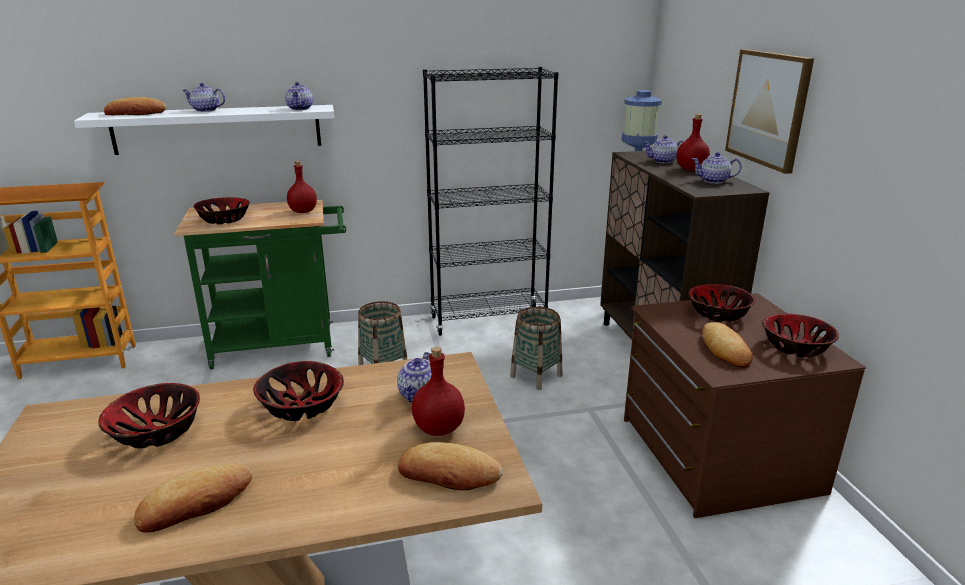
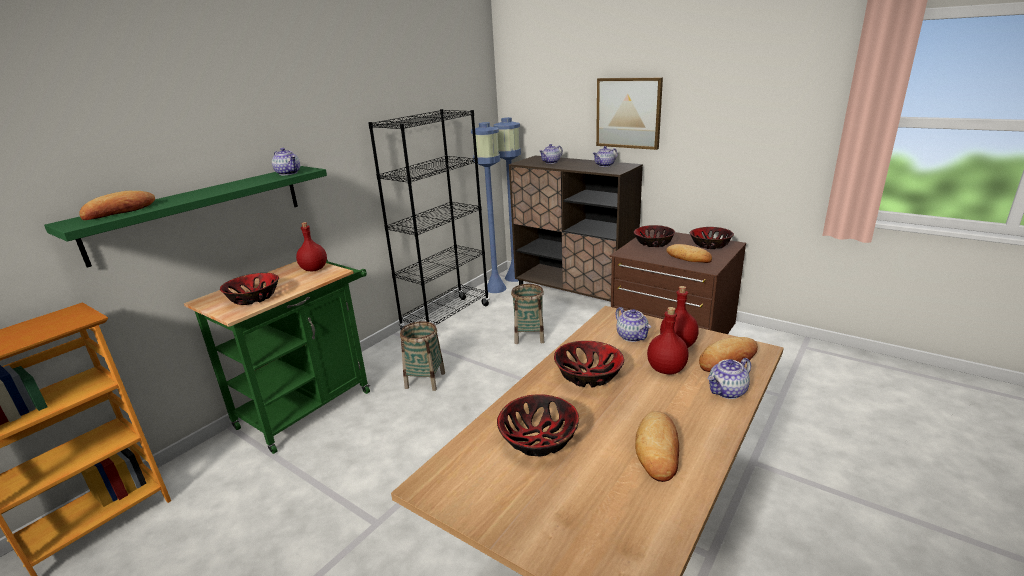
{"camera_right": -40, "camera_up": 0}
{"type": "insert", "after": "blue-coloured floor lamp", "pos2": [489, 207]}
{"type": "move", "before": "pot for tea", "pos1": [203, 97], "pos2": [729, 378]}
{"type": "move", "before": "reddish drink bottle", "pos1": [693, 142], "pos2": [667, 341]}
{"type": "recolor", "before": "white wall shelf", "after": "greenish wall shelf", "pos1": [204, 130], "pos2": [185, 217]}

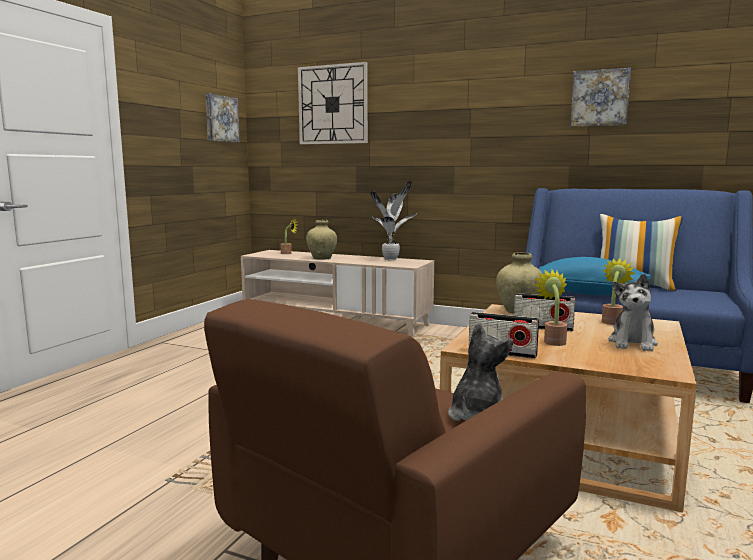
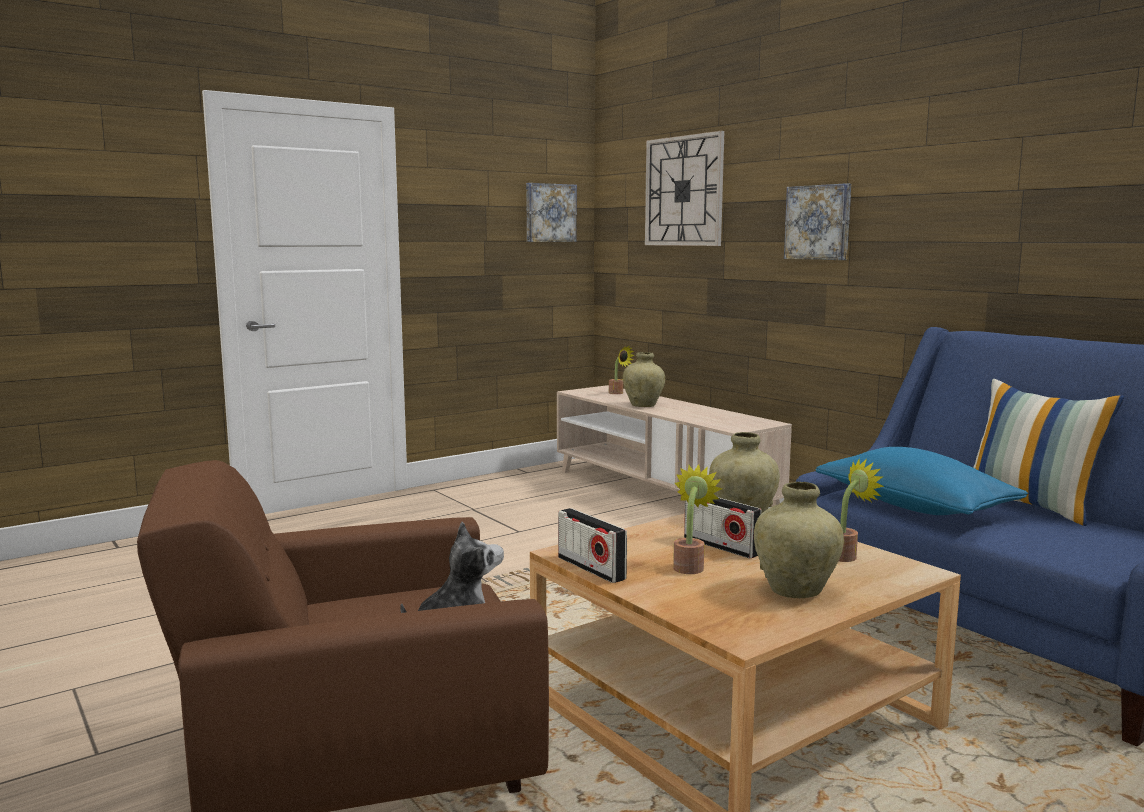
{"camera_right": 30, "camera_up": 0}
{"type": "delete", "before": "potted plant", "pos1": [393, 220]}
{"type": "move", "before": "wall picture", "pos1": [600, 97], "pos2": [817, 221]}
{"type": "replace", "before": "cuddly toy", "after": "beige vase", "pos1": [633, 313], "pos2": [799, 540]}

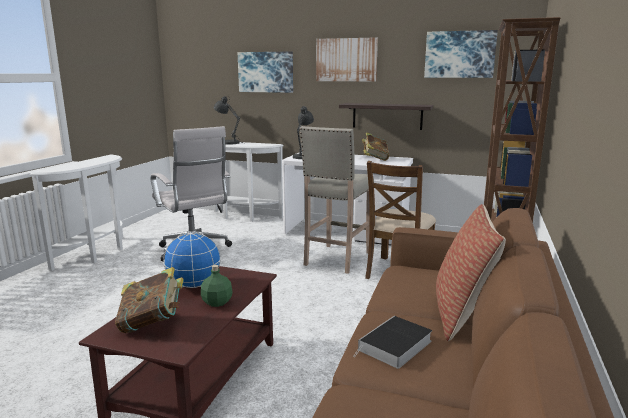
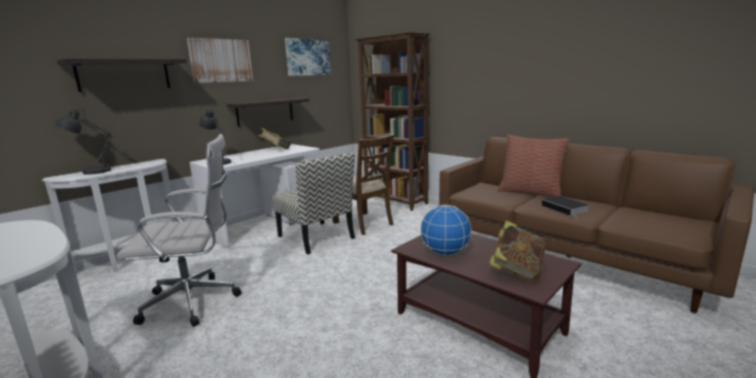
{"camera_right": -65, "camera_up": 0}
{"type": "delete", "before": "greenish drink bottle", "pos1": [217, 286]}
{"type": "replace", "before": "wall picture", "after": "wall shelf", "pos1": [265, 72], "pos2": [122, 75]}
{"type": "replace", "before": "beige sitting stool", "after": "chair", "pos1": [337, 200], "pos2": [313, 204]}

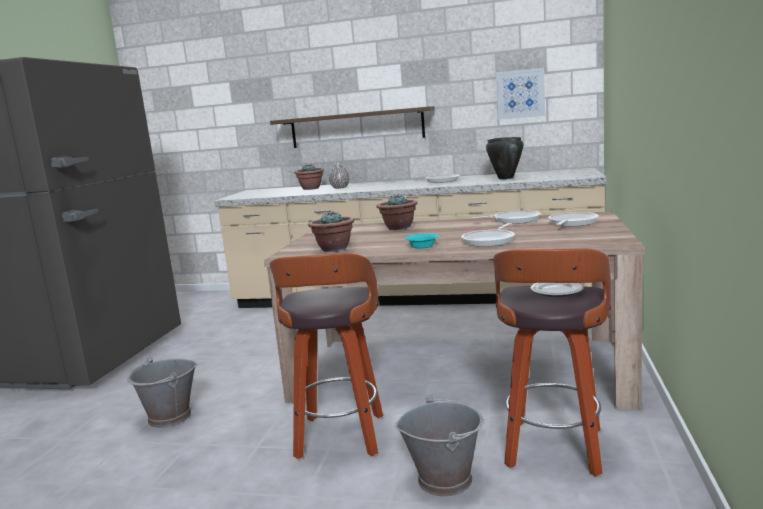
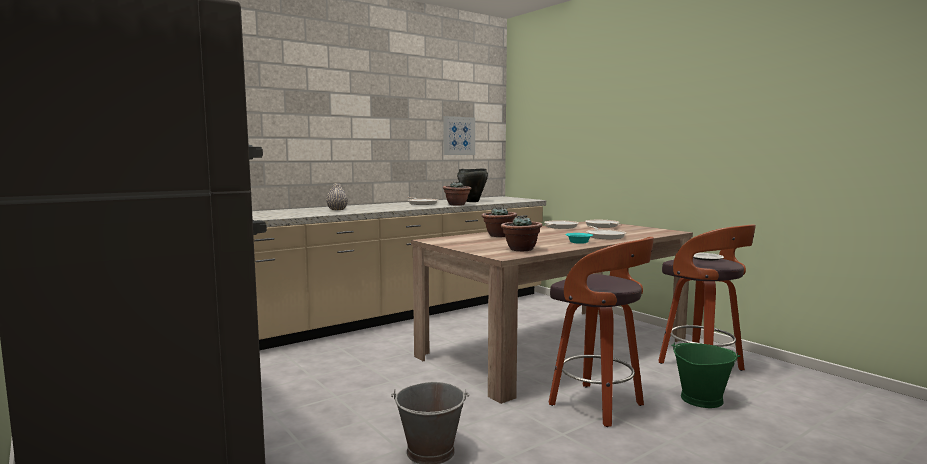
{"camera_right": -50, "camera_up": -5}
{"type": "delete", "before": "wall shelf", "pos1": [352, 127]}
{"type": "move", "before": "potted plant", "pos1": [309, 177], "pos2": [457, 194]}
{"type": "recolor", "before": "grey pail", "after": "greenish pail", "pos1": [439, 446], "pos2": [705, 375]}

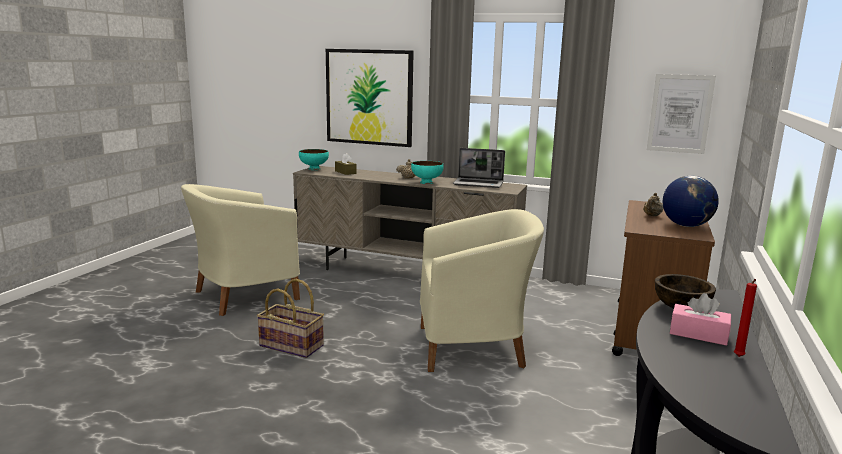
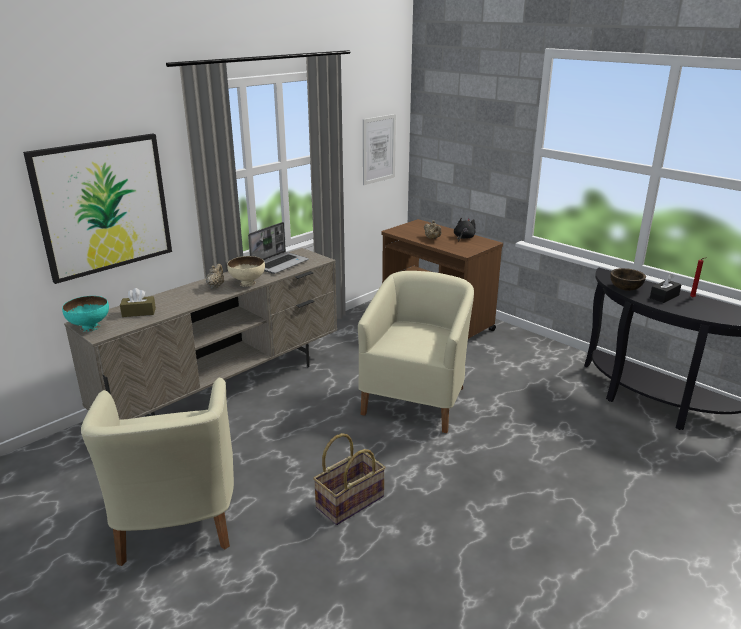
{"camera_right": -65, "camera_up": 10}
{"type": "replace", "before": "desk globe", "after": "blackish cuddly toy", "pos1": [691, 201], "pos2": [465, 229]}
{"type": "recolor", "before": "blue-green bowl", "after": "beige bowl", "pos1": [427, 172], "pos2": [246, 271]}
{"type": "recolor", "before": "pink tissue box", "after": "blackish tissue box", "pos1": [700, 319], "pos2": [666, 288]}

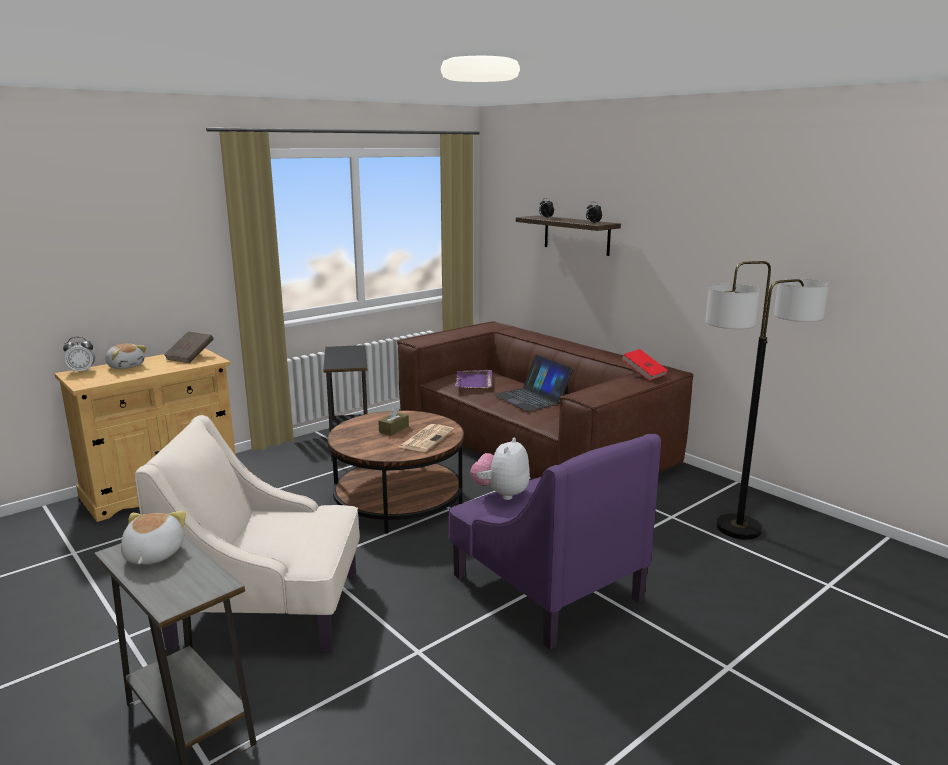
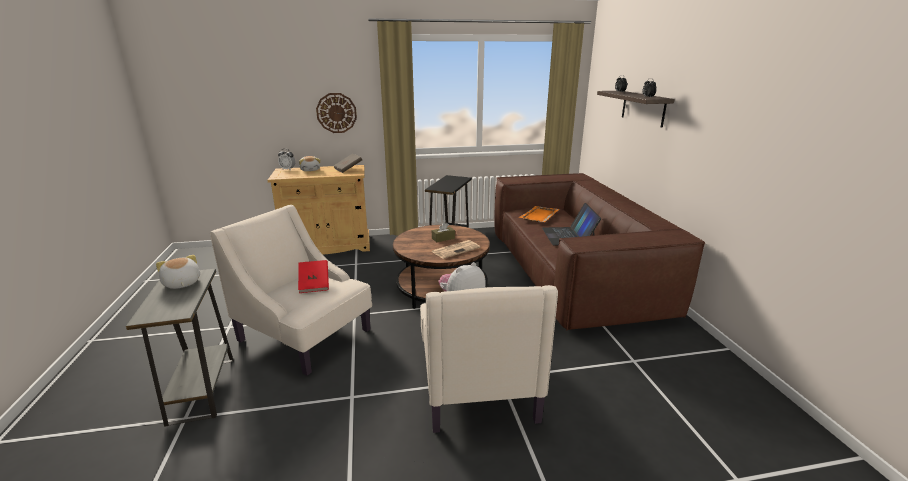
{"camera_right": 30, "camera_up": 5}
{"type": "delete", "before": "floor lamp", "pos1": [767, 400]}
{"type": "insert", "after": "wall clock", "pos2": [336, 113]}
{"type": "move", "before": "reddish bound book", "pos1": [644, 365], "pos2": [313, 276]}
{"type": "recolor", "before": "purple easy chair", "after": "beige easy chair", "pos1": [554, 542], "pos2": [489, 359]}
{"type": "recolor", "before": "purple carrying tray", "after": "orange-coloured carrying tray", "pos1": [473, 379], "pos2": [539, 214]}
{"type": "rotate", "before": "cuddly toy", "pos1": [153, 538], "pos2": [178, 272], "turn": -60}

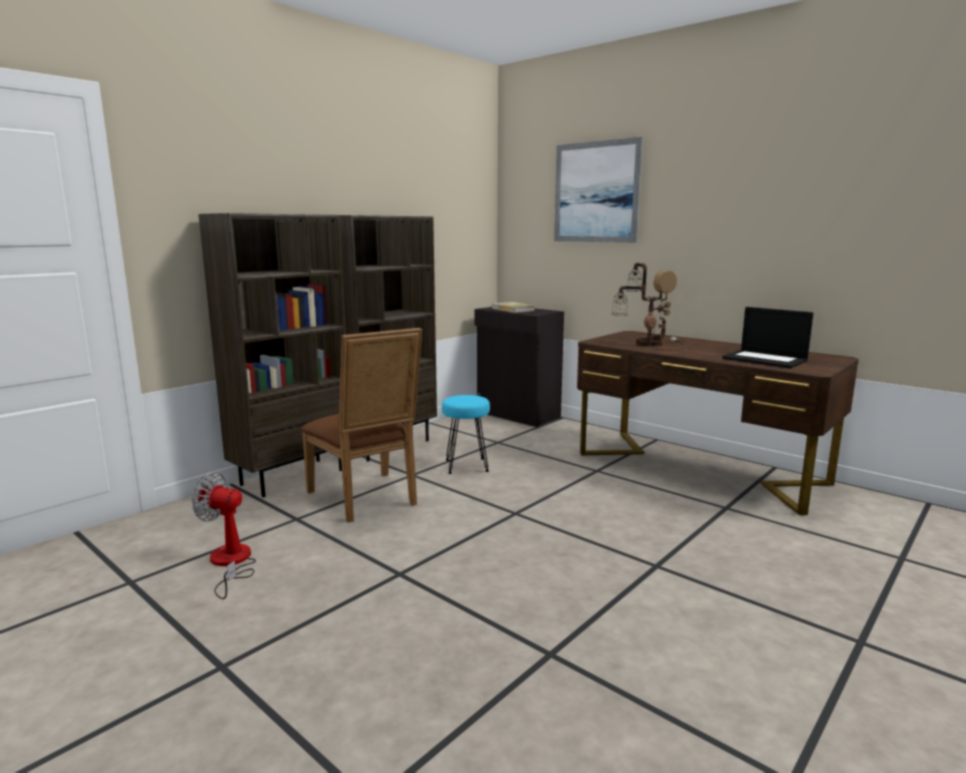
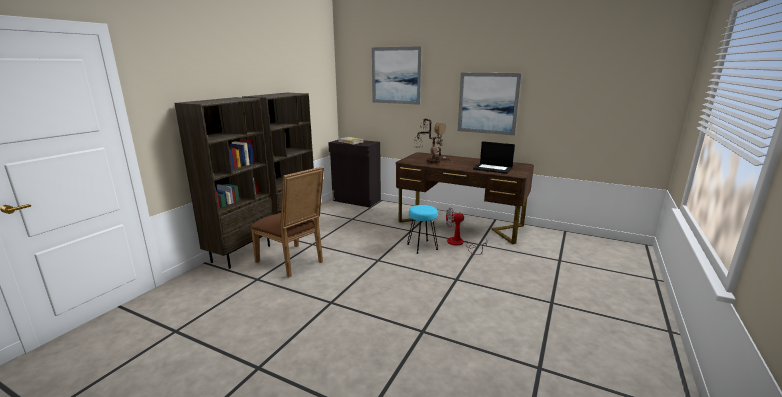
{"camera_right": -15, "camera_up": 5}
{"type": "insert", "after": "wall picture", "pos2": [490, 104]}
{"type": "move", "before": "fan", "pos1": [223, 535], "pos2": [466, 231]}
{"type": "move", "before": "blue-green sitting stool", "pos1": [466, 434], "pos2": [422, 229]}

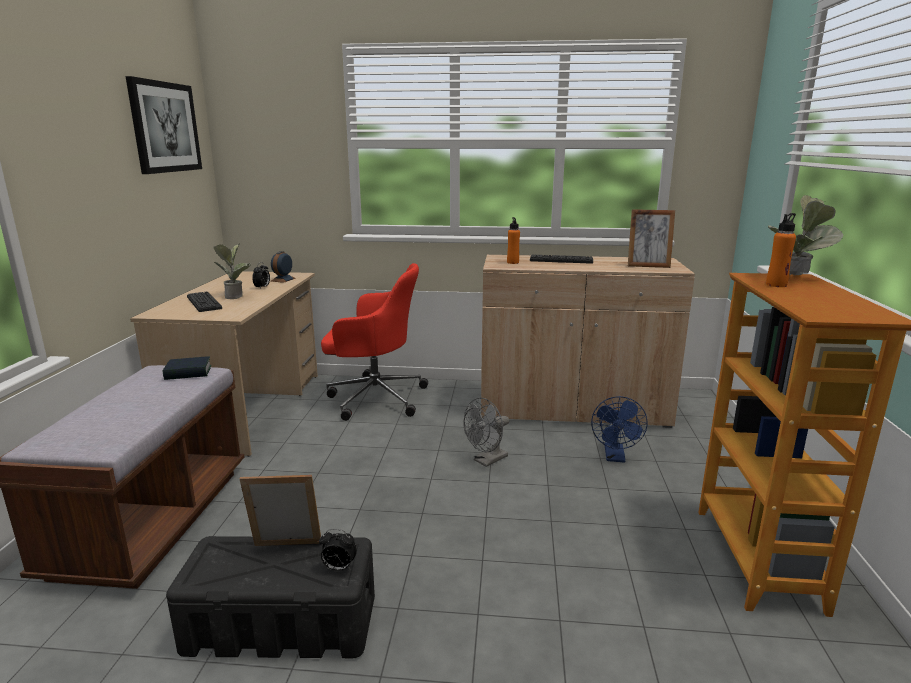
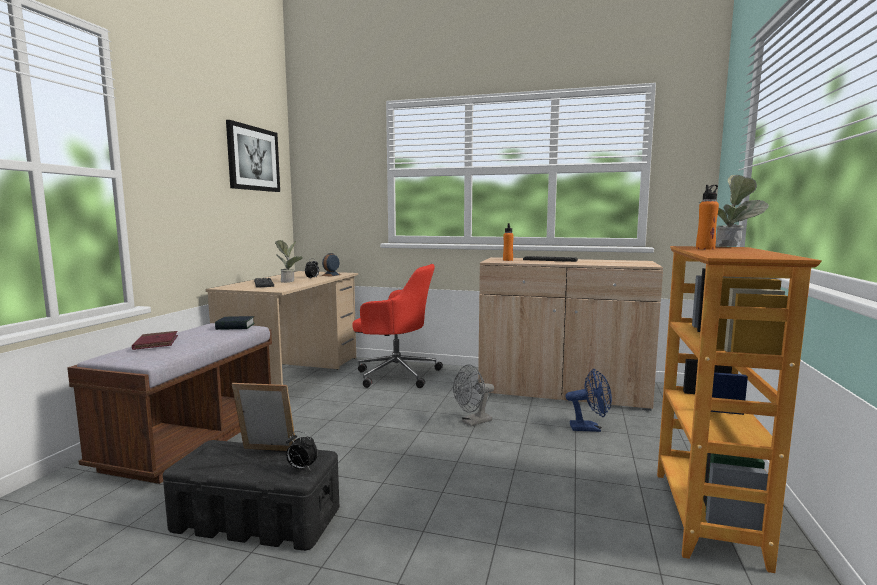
{"camera_right": 10, "camera_up": -10}
{"type": "delete", "before": "standing frame", "pos1": [651, 238]}
{"type": "insert", "after": "reddish bound book", "pos2": [155, 340]}
{"type": "rotate", "before": "blue-coloured fan", "pos1": [619, 429], "pos2": [588, 400], "turn": -105}

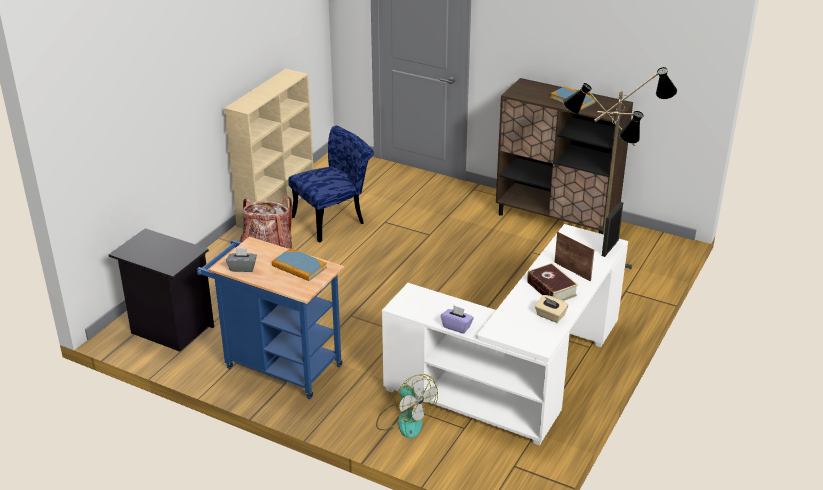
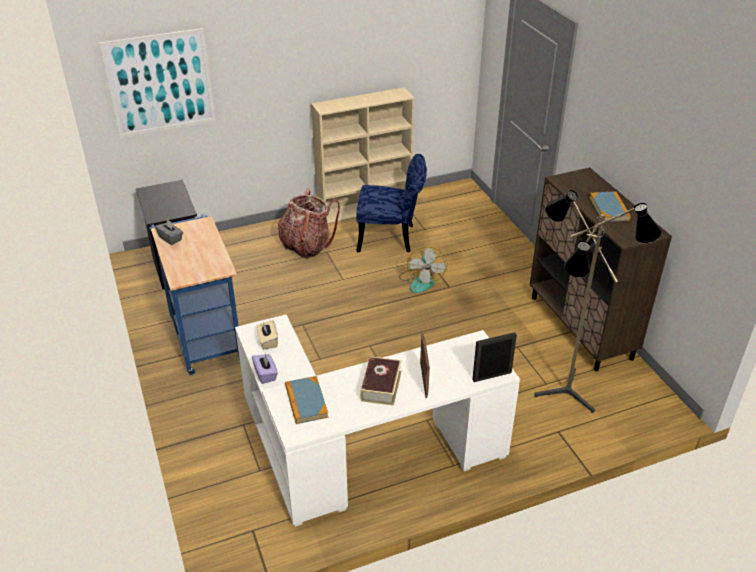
{"camera_right": 40, "camera_up": 5}
{"type": "insert", "after": "wall picture", "pos2": [157, 83]}
{"type": "move", "before": "bound book", "pos1": [299, 264], "pos2": [306, 400]}
{"type": "move", "before": "fan", "pos1": [407, 406], "pos2": [423, 270]}
{"type": "move", "before": "beige tissue box", "pos1": [551, 309], "pos2": [267, 334]}

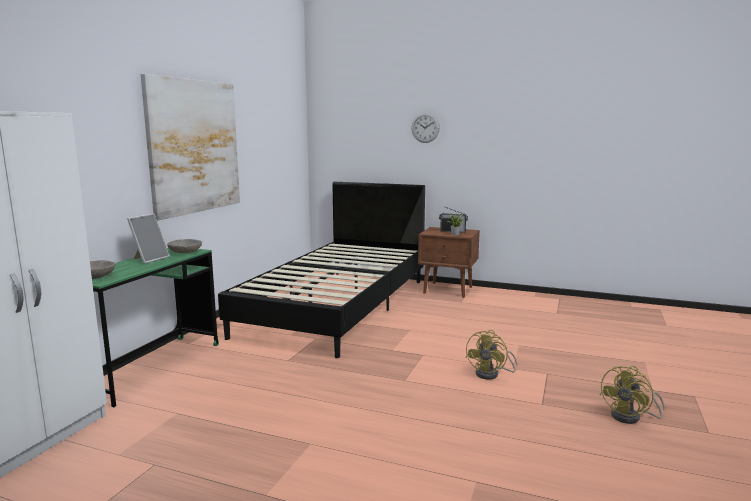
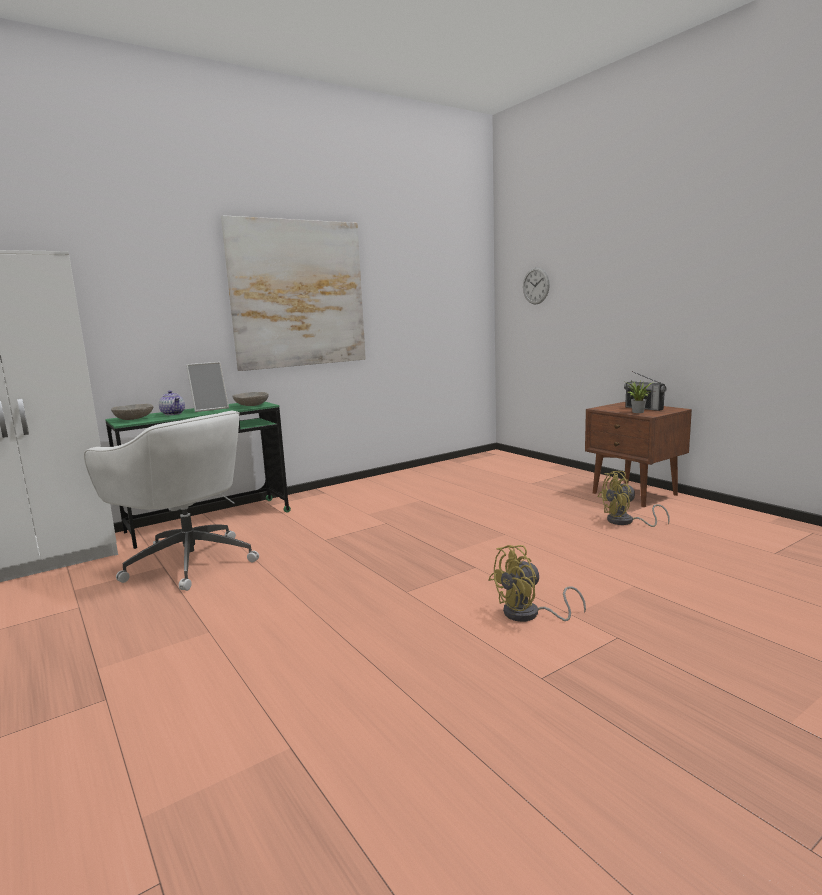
{"camera_right": 35, "camera_up": 0}
{"type": "delete", "before": "blackish bedroom bed", "pos1": [321, 270]}
{"type": "insert", "after": "white computer chair", "pos2": [171, 501]}
{"type": "insert", "after": "pot for tea", "pos2": [172, 402]}
{"type": "move", "before": "wall clock", "pos1": [425, 128], "pos2": [536, 286]}
{"type": "move", "before": "yellowish fan", "pos1": [632, 395], "pos2": [634, 499]}

